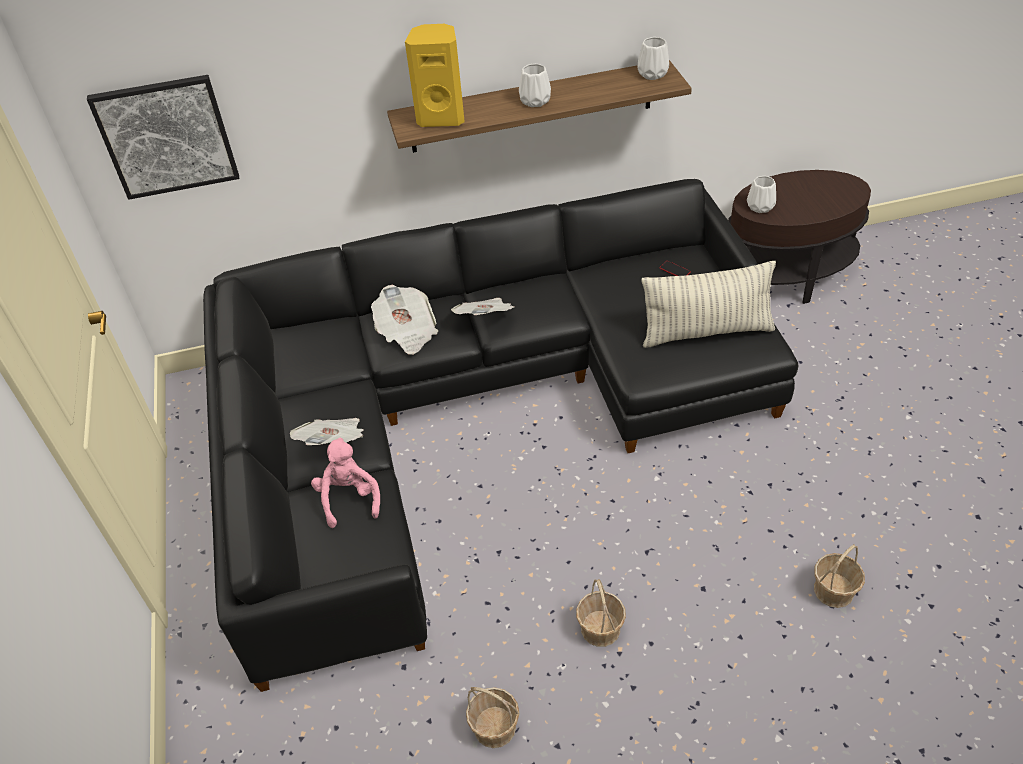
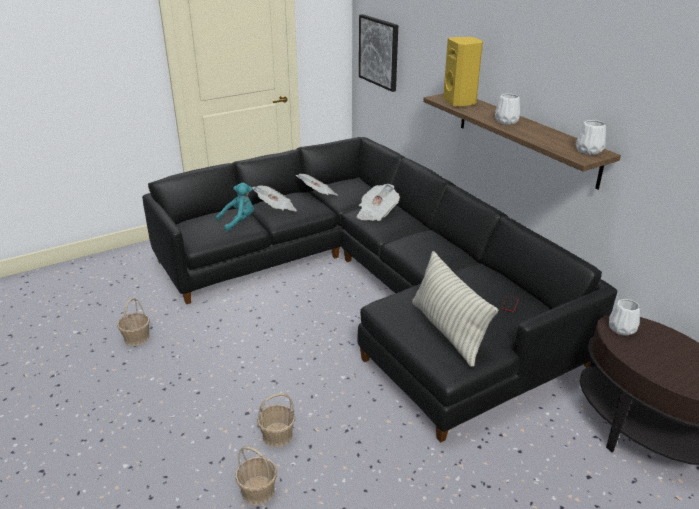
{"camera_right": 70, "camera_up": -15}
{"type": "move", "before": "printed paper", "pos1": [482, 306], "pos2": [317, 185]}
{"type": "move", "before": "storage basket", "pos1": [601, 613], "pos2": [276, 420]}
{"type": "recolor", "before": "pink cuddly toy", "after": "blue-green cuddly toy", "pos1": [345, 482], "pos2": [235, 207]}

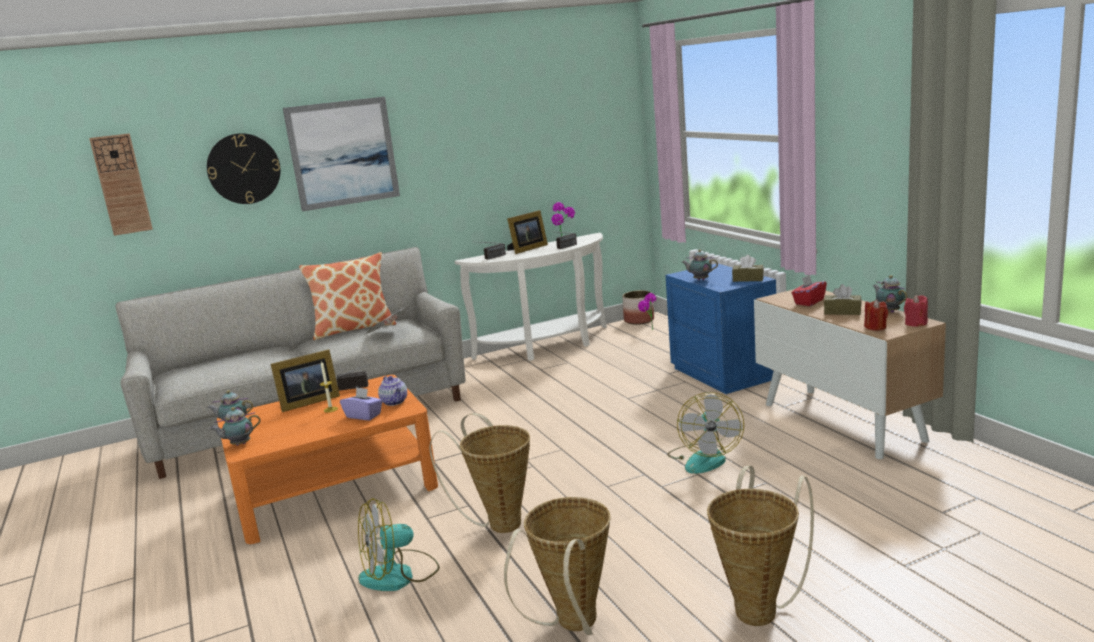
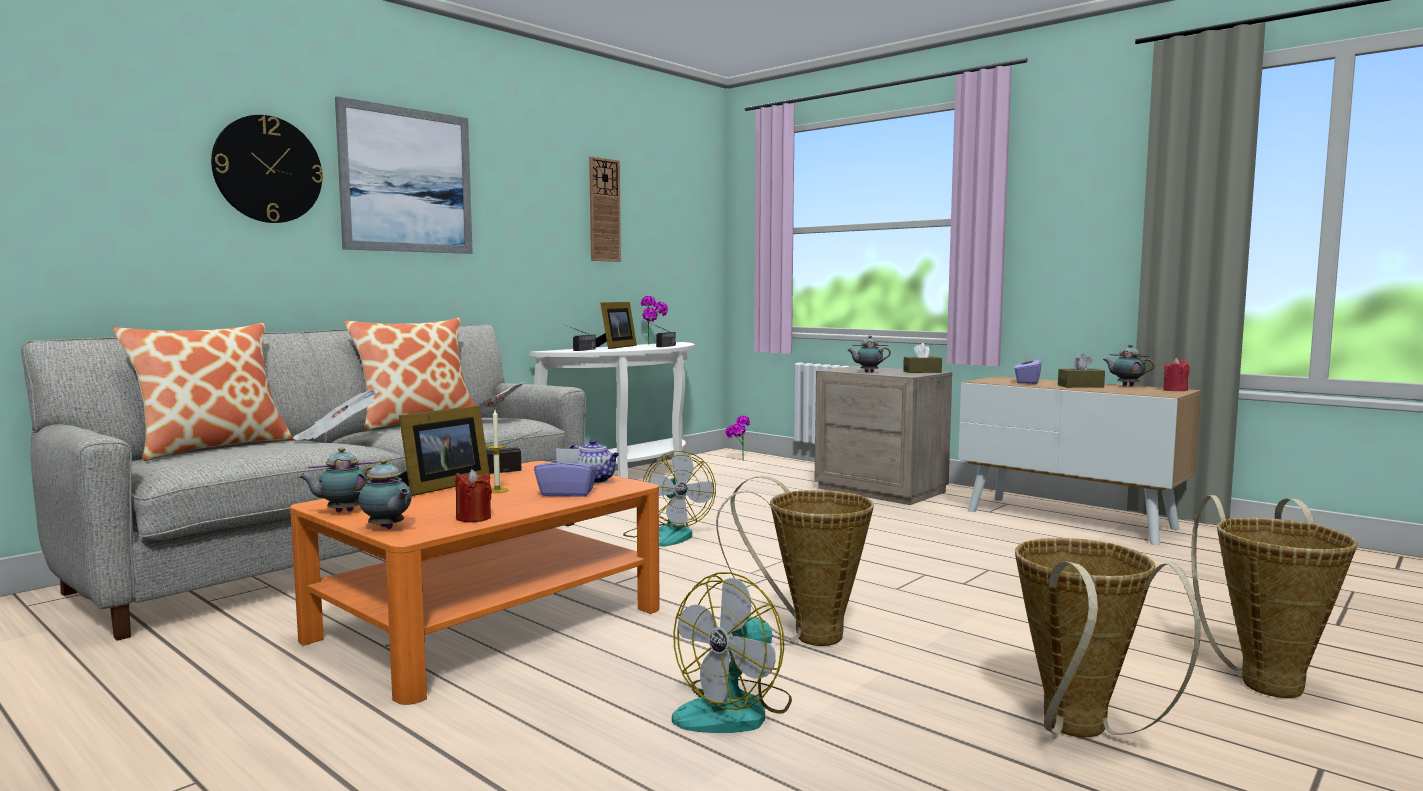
{"camera_right": -25, "camera_up": -10}
{"type": "delete", "before": "plant pot", "pos1": [638, 307]}
{"type": "insert", "after": "pillow", "pos2": [203, 392]}
{"type": "insert", "after": "printed paper", "pos2": [336, 414]}
{"type": "move", "before": "wall clock", "pos1": [121, 184], "pos2": [605, 209]}
{"type": "move", "before": "fan", "pos1": [705, 433], "pos2": [669, 498]}
{"type": "move", "before": "reddish candle", "pos1": [876, 315], "pos2": [473, 495]}
{"type": "recolor", "before": "blue-coloured nightstand", "after": "beige nightstand", "pos1": [721, 329], "pos2": [883, 435]}
{"type": "recolor", "before": "reddish tissue box", "after": "purple tissue box", "pos1": [809, 290], "pos2": [1028, 368]}
{"type": "rotate", "before": "pot for tea", "pos1": [235, 426], "pos2": [385, 494], "turn": -90}

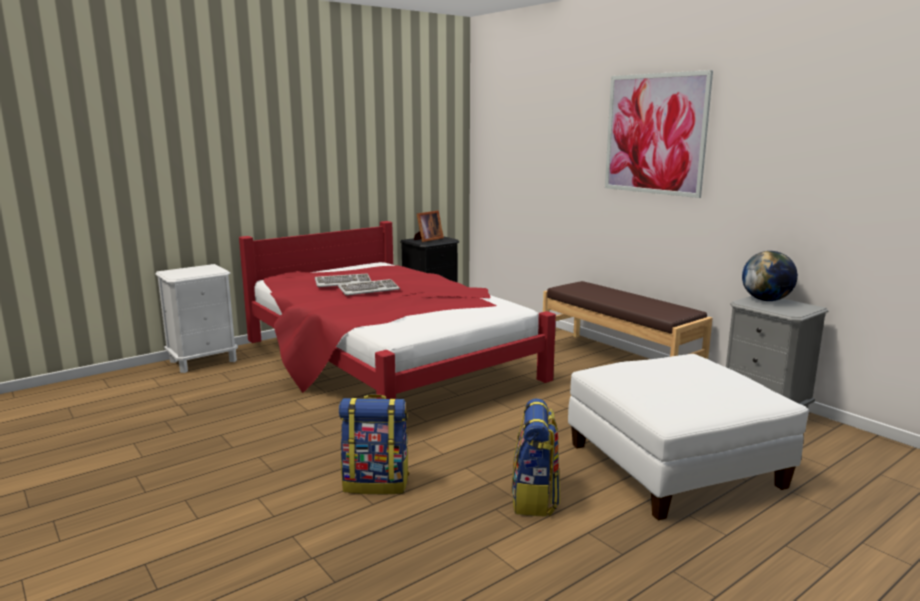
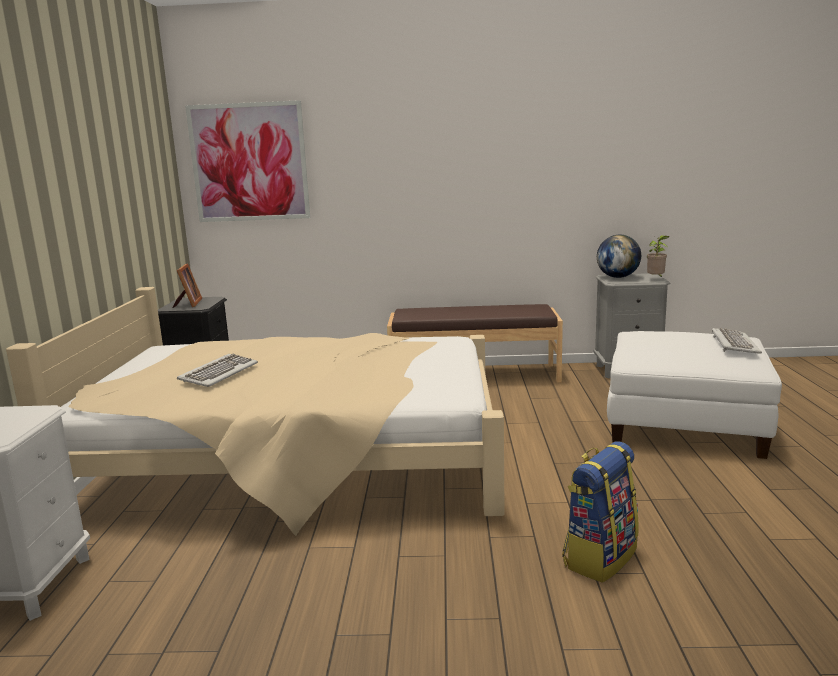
{"camera_right": -50, "camera_up": 0}
{"type": "delete", "before": "rucksack", "pos1": [535, 457]}
{"type": "insert", "after": "potted plant", "pos2": [658, 256]}
{"type": "move", "before": "keyboard", "pos1": [369, 287], "pos2": [737, 341]}
{"type": "move", "before": "wall picture", "pos1": [659, 134], "pos2": [247, 161]}
{"type": "recolor", "before": "reddish bedroom bed", "after": "beige bedroom bed", "pos1": [397, 310], "pos2": [255, 411]}

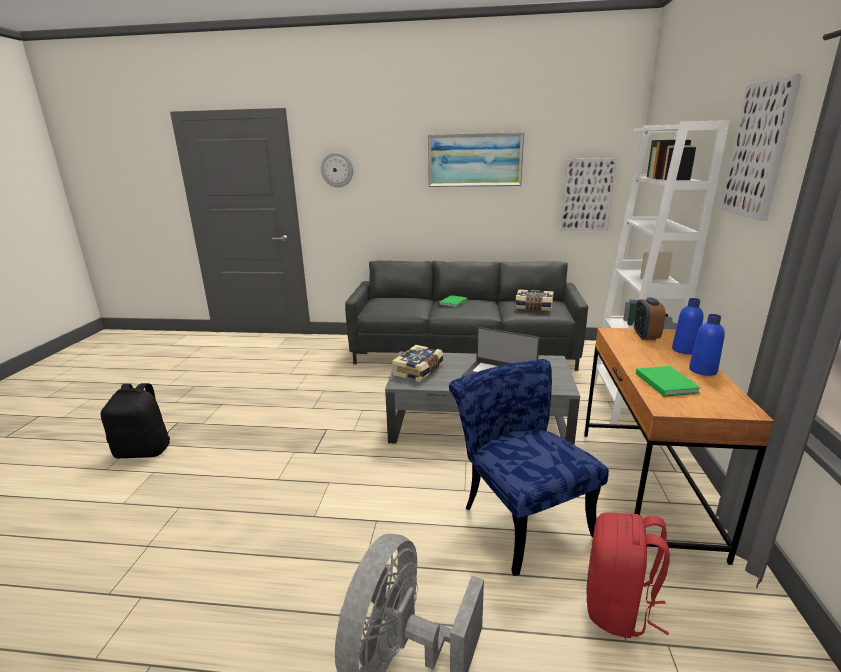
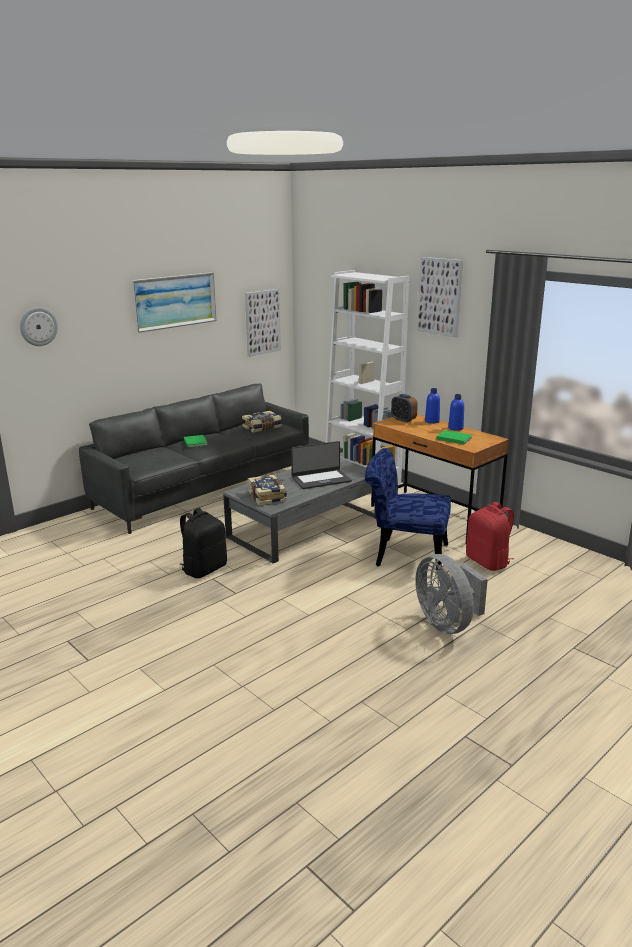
{"camera_right": -50, "camera_up": 0}
{"type": "move", "before": "blackish rucksack", "pos1": [135, 420], "pos2": [203, 543]}

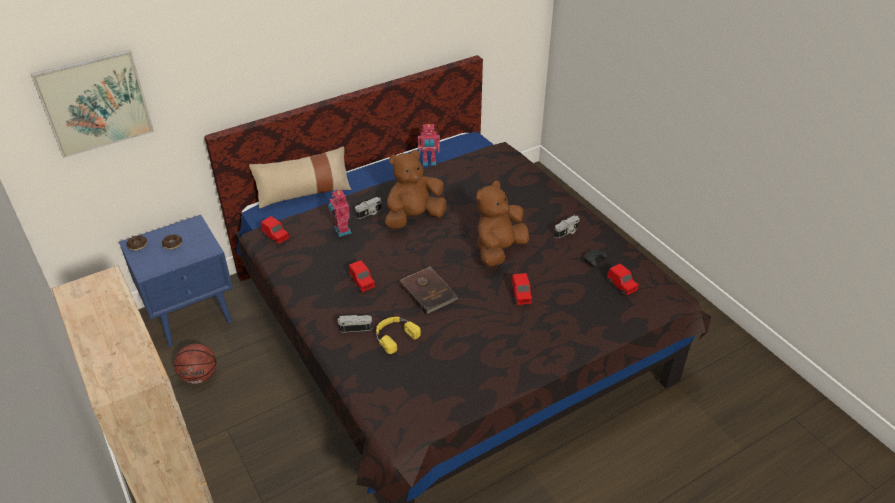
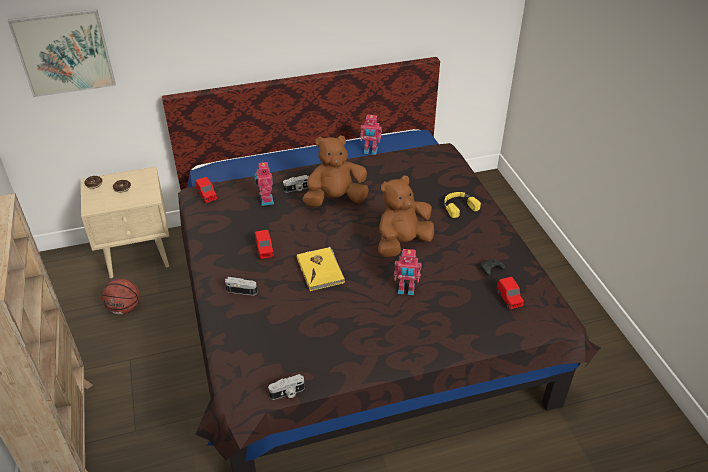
{"camera_right": 15, "camera_up": 0}
{"type": "delete", "before": "beige pillow", "pos1": [300, 177]}
{"type": "move", "before": "yellowish headset", "pos1": [398, 335], "pos2": [462, 205]}
{"type": "move", "before": "photo camera", "pos1": [567, 226], "pos2": [286, 387]}
{"type": "replace", "before": "reddish toy car", "after": "toy robot", "pos1": [521, 289], "pos2": [407, 272]}
{"type": "recolor", "before": "blue-coloured nightstand", "after": "beige nightstand", "pos1": [176, 281], "pos2": [125, 222]}
{"type": "recolor", "before": "brown bound book", "after": "yellowish bound book", "pos1": [428, 291], "pos2": [321, 269]}

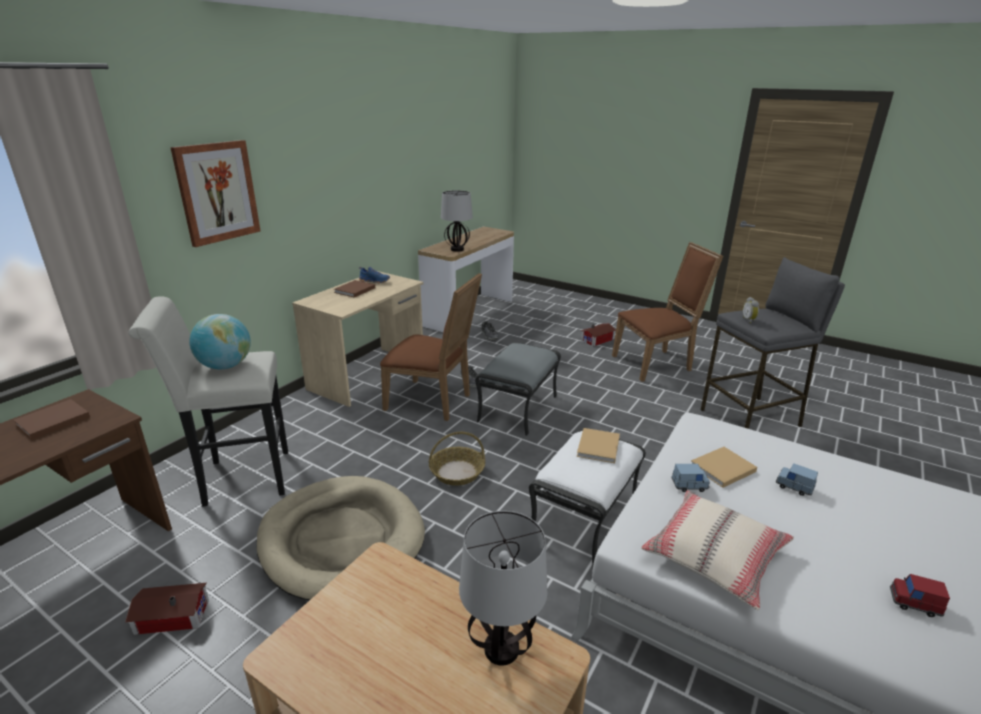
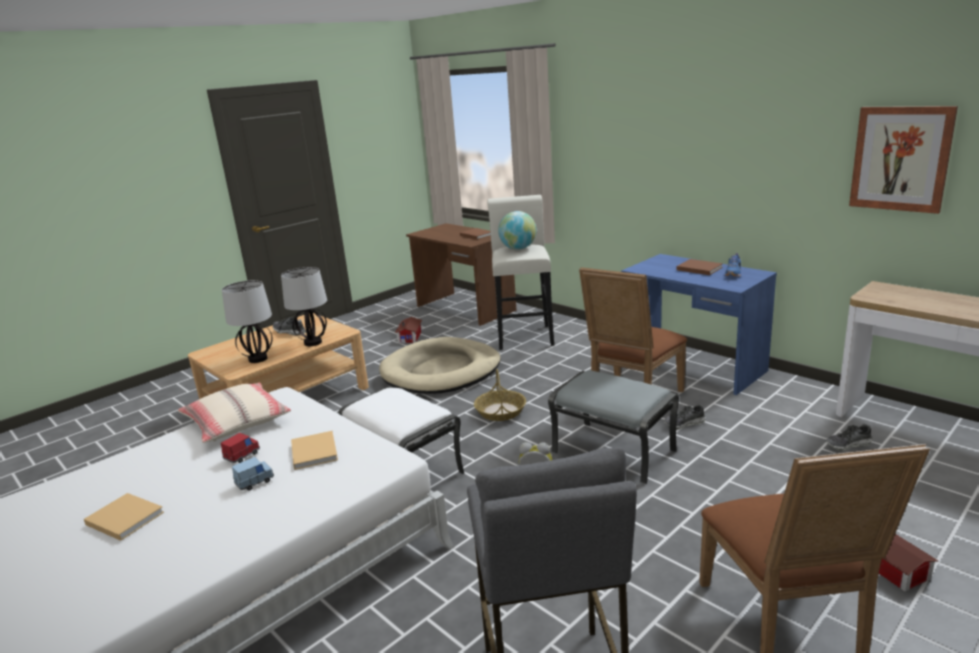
{"camera_right": 105, "camera_up": -5}
{"type": "delete", "before": "blue-coloured toy car", "pos1": [691, 478]}
{"type": "insert", "after": "shoe", "pos2": [289, 326]}
{"type": "move", "before": "wall picture", "pos1": [215, 193], "pos2": [903, 160]}
{"type": "move", "before": "tabletop lamp", "pos1": [457, 221], "pos2": [304, 306]}
{"type": "move", "before": "beige bound book", "pos1": [598, 445], "pos2": [124, 517]}
{"type": "move", "before": "reddish toy car", "pos1": [920, 595], "pos2": [240, 448]}
{"type": "recolor", "before": "beige desk table", "after": "blue-coloured desk table", "pos1": [357, 339], "pos2": [699, 324]}

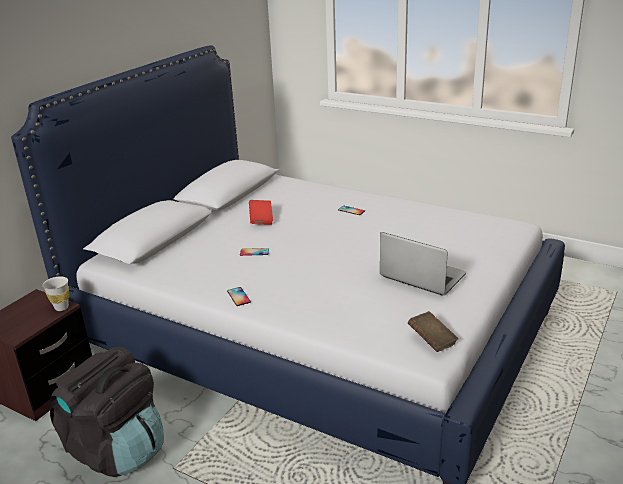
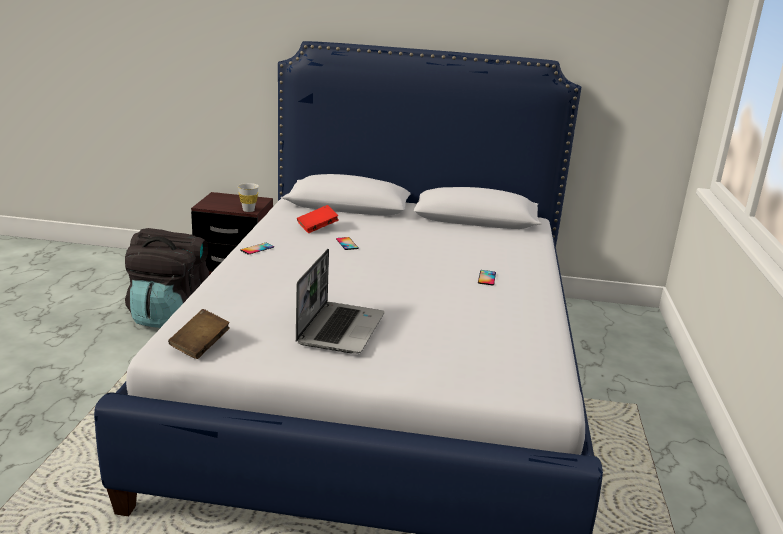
{"camera_right": 65, "camera_up": -5}
{"type": "move", "before": "reddish bound book", "pos1": [261, 212], "pos2": [318, 219]}

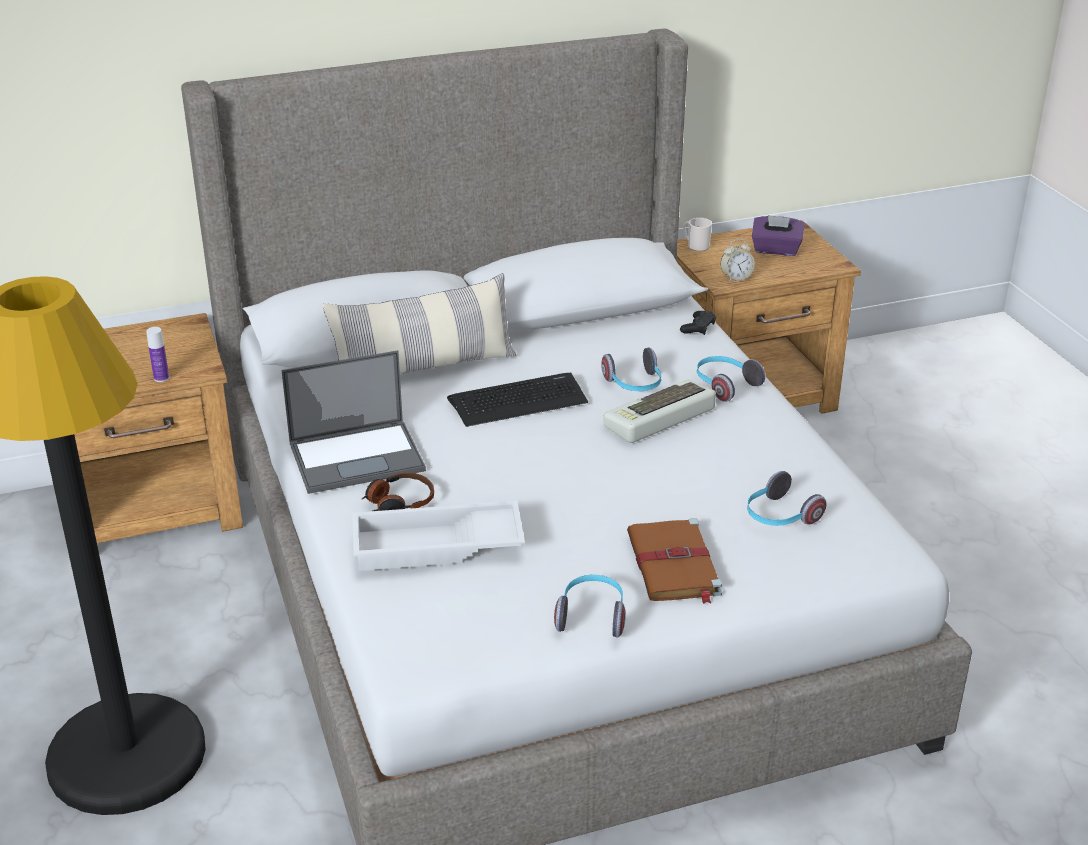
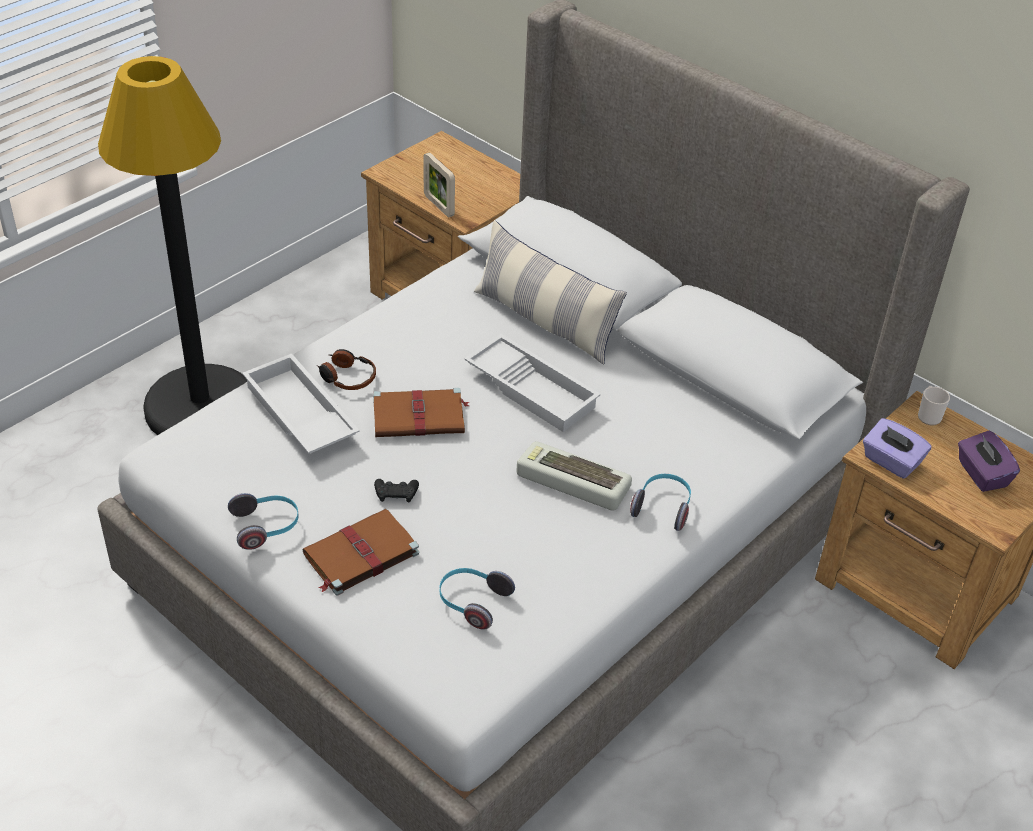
{"camera_right": 60, "camera_up": 10}
{"type": "delete", "before": "notebook computer", "pos1": [353, 422]}
{"type": "delete", "before": "headset", "pos1": [631, 369]}
{"type": "insert", "after": "brown bound book", "pos2": [421, 412]}
{"type": "move", "before": "blackish game controller", "pos1": [698, 323], "pos2": [396, 490]}
{"type": "replace", "before": "drink bottle", "after": "standing frame", "pos1": [157, 354], "pos2": [439, 185]}
{"type": "replace", "before": "keyboard", "after": "white carrying tray", "pos1": [517, 400], "pos2": [532, 383]}
{"type": "replace", "before": "alarm clock", "after": "purple tissue box", "pos1": [737, 260], "pos2": [897, 448]}

